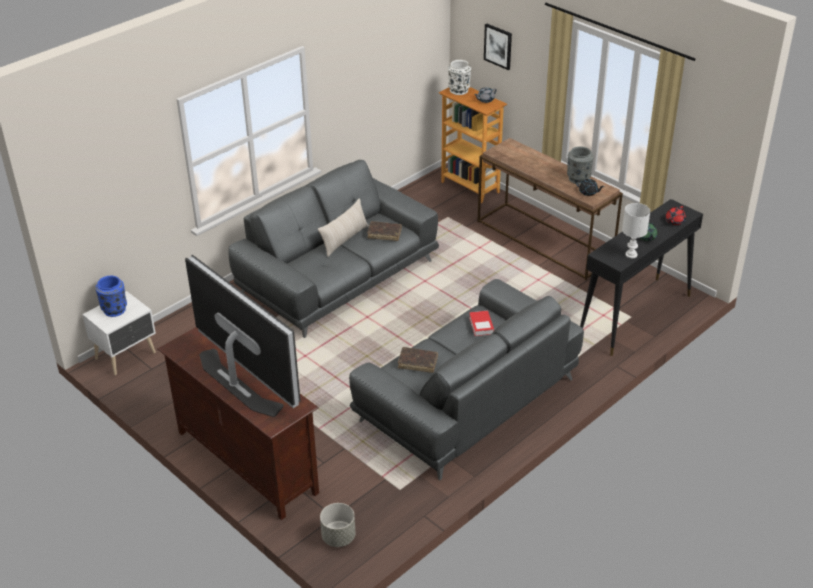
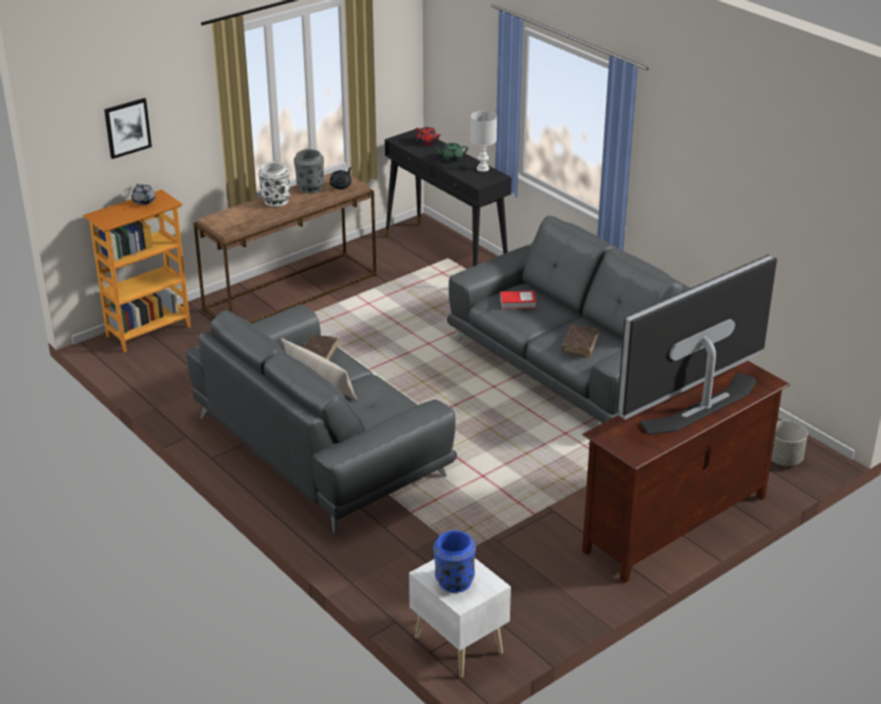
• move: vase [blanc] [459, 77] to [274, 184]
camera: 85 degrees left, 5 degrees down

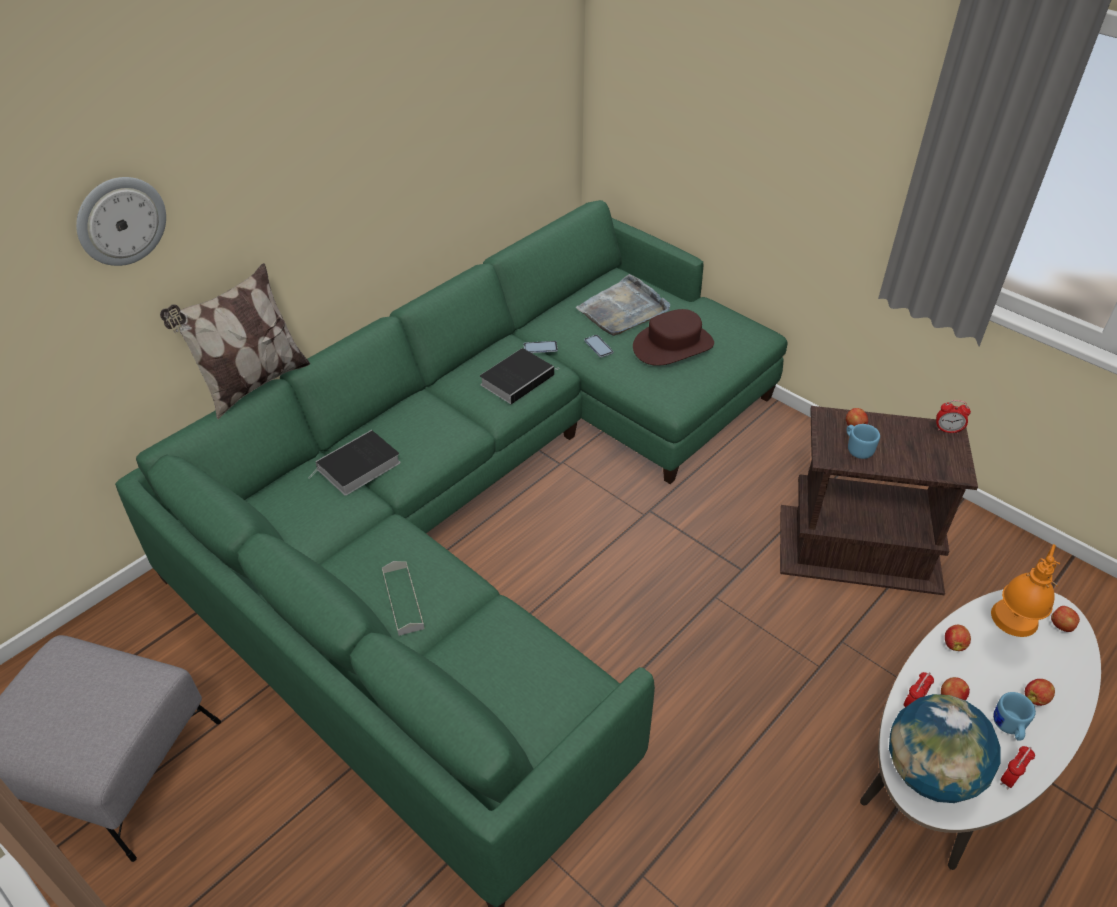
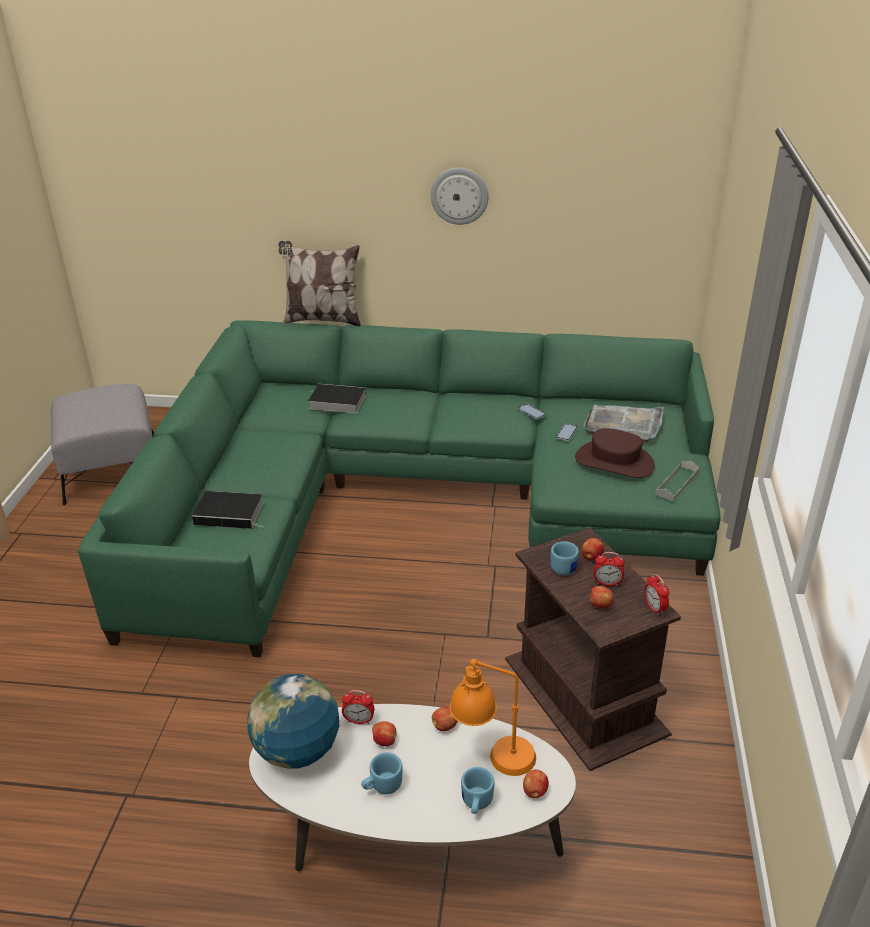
• insert: mug [bleu] [478, 790]
• move: horloge murale [121, 221] to [459, 196]
• move: plateau [gris] [403, 598] to [677, 481]
• move: livre [520, 376] to [228, 510]
• move: réveil [1017, 767] to [609, 569]
• move: pomme [1040, 692] to [601, 597]
camera: 55 degrees right, 10 degrees down

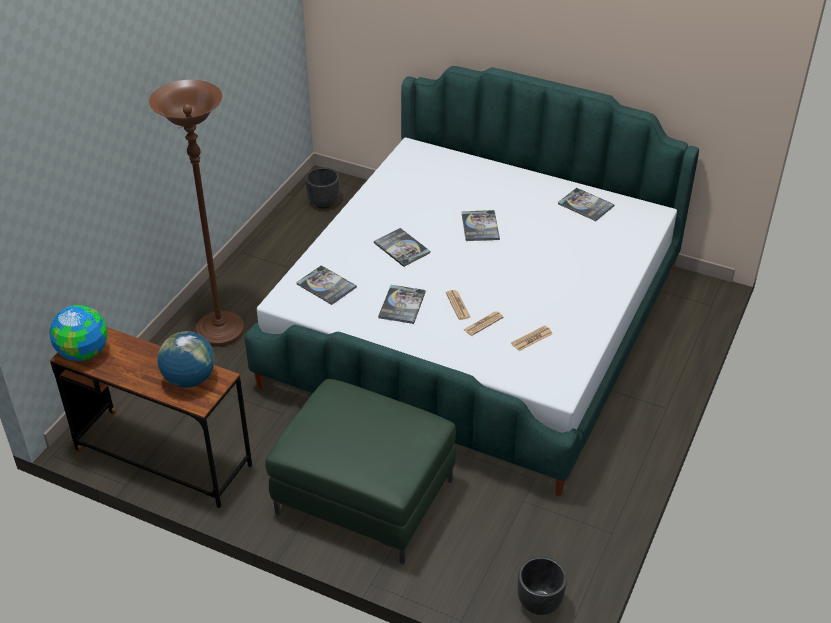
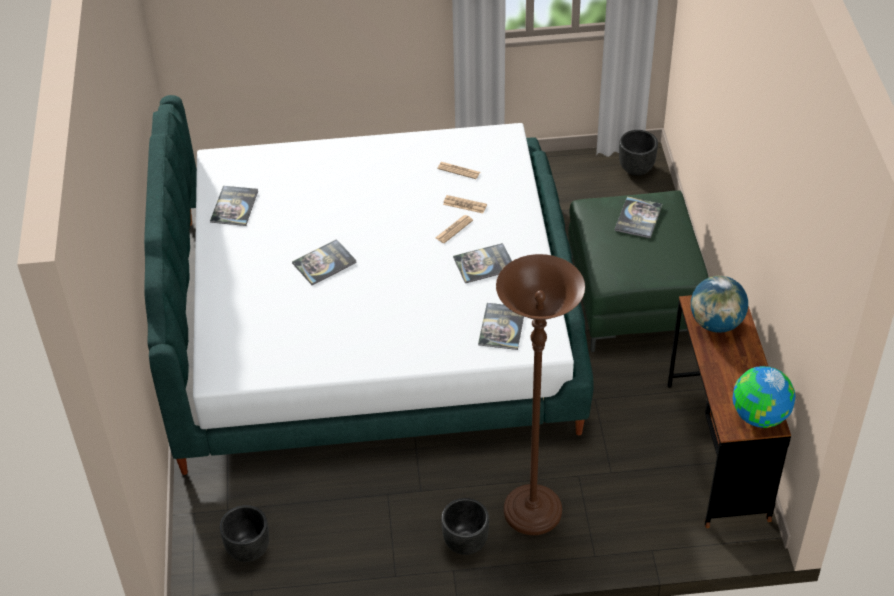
• insert: cache-pot [noir] [465, 526]
• move: livre [402, 247] to [639, 217]
camera: 120 degrees left, 5 degrees up

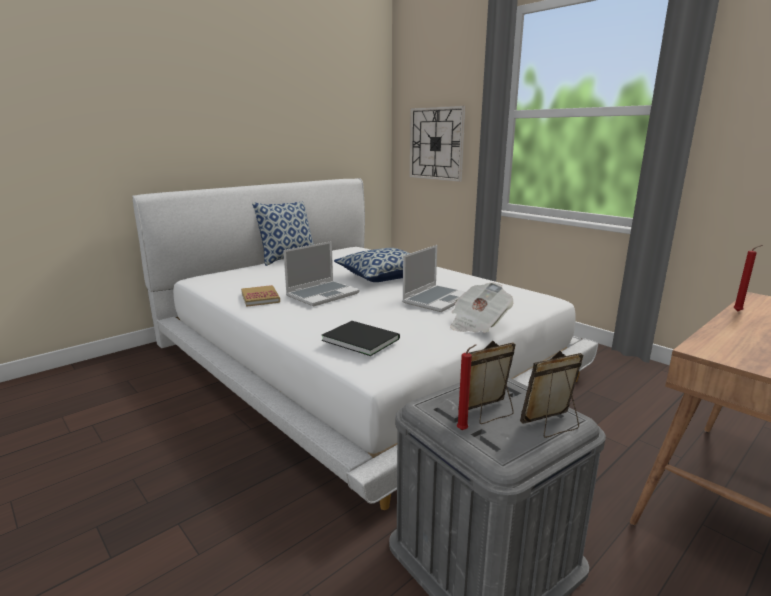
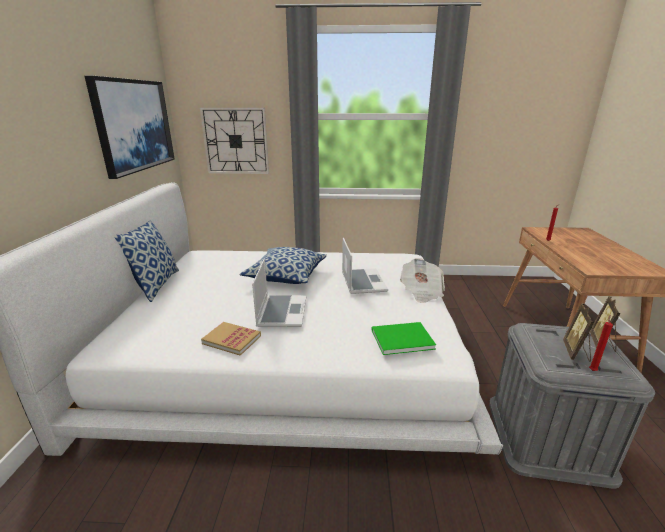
• insert: tableau [129, 127]
• recolor: livre [noir] [361, 338] to livre [vert] [404, 338]
camera: 45 degrees left, 5 degrees up

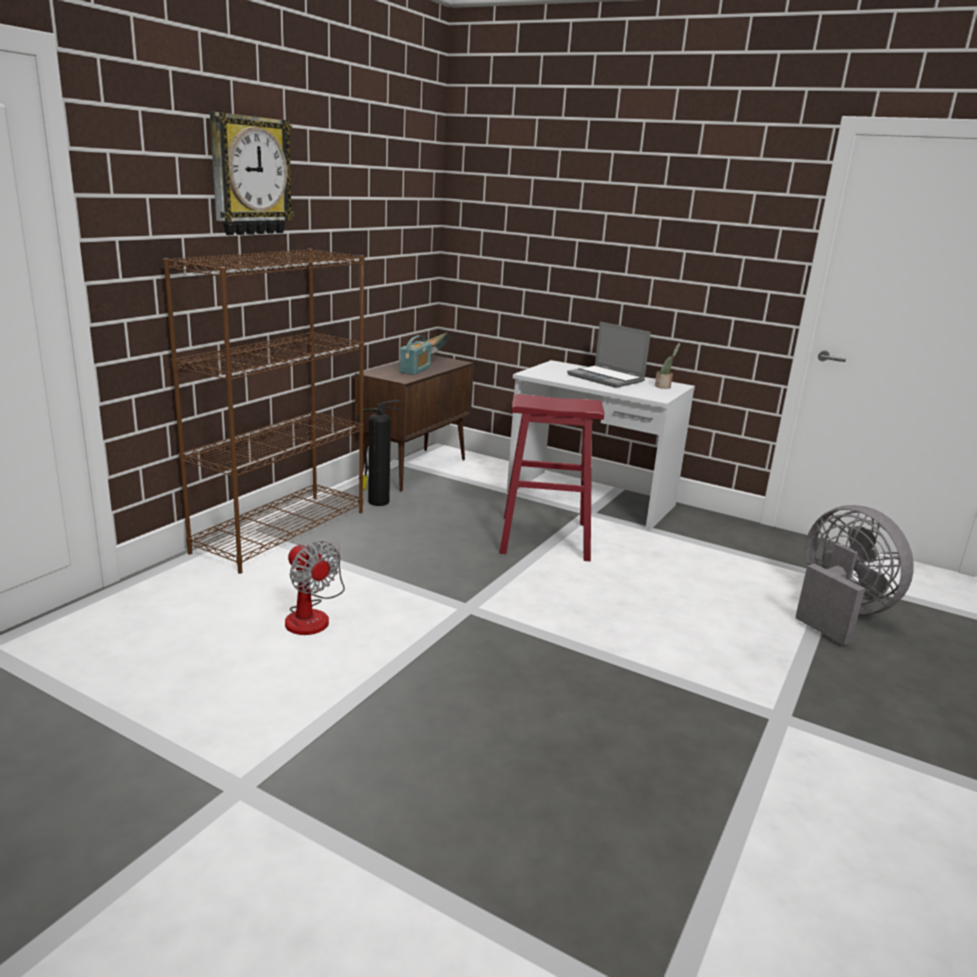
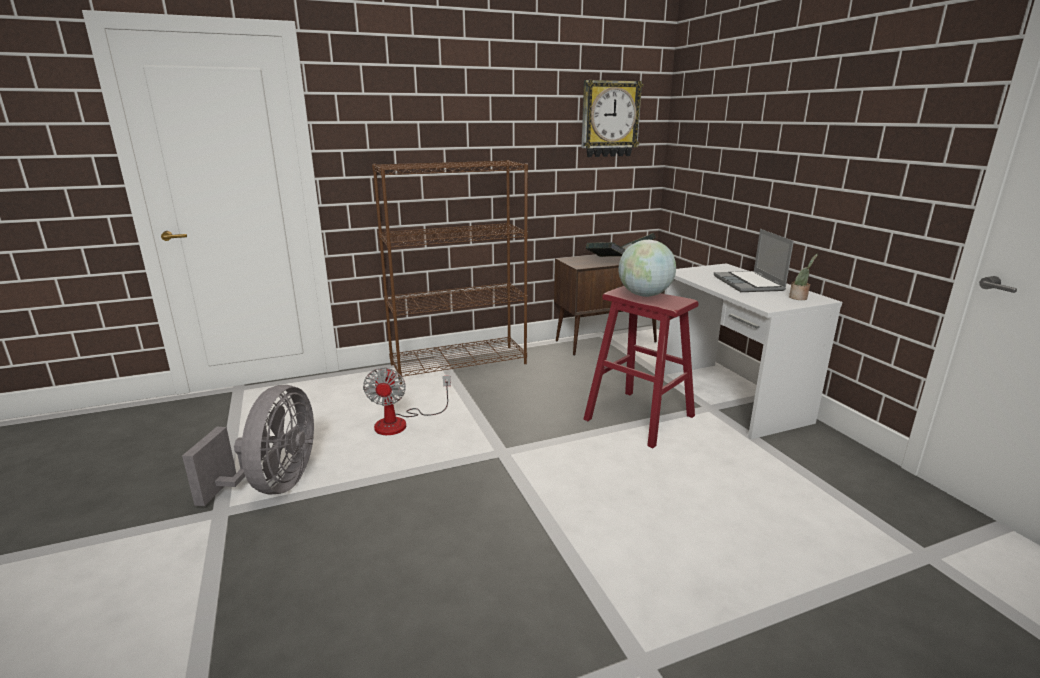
• delete: extincteur [378, 453]
• insert: globe [647, 268]
• move: horloge murale [252, 173] to [612, 118]
• move: ventilateur [gris] [854, 575] to [248, 445]
• replace: radio [415, 355] to livre [606, 249]
camera: 40 degrees right, 0 degrees up

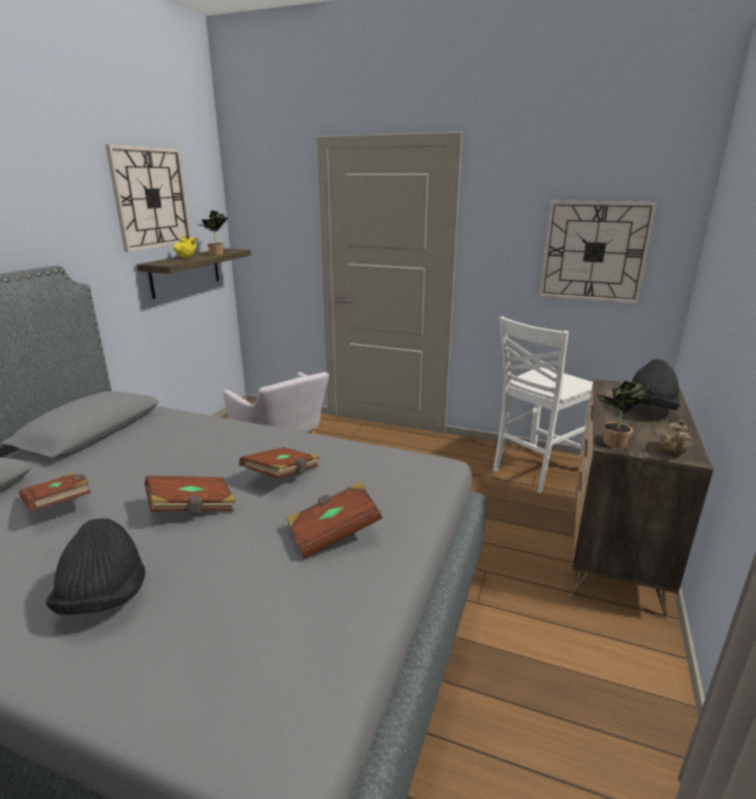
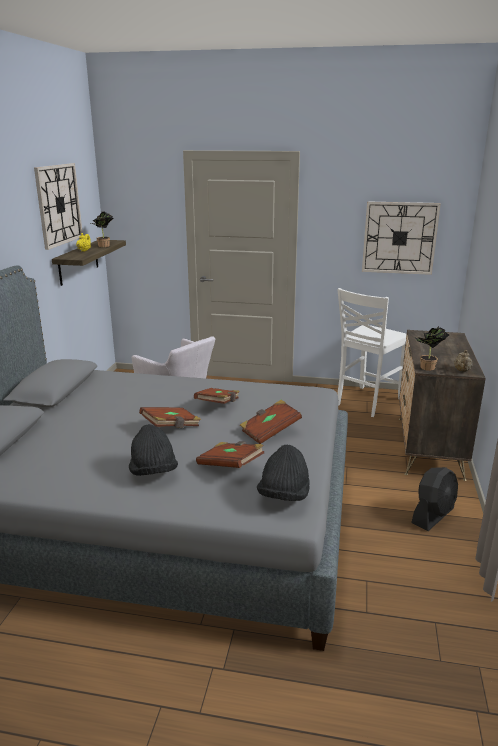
• insert: ventilateur [noir] [434, 499]
• move: livre [marron] [55, 491] to [230, 454]
• move: chapeau [noir] [656, 384] to [283, 473]
camera: 10 degrees left, 0 degrees up

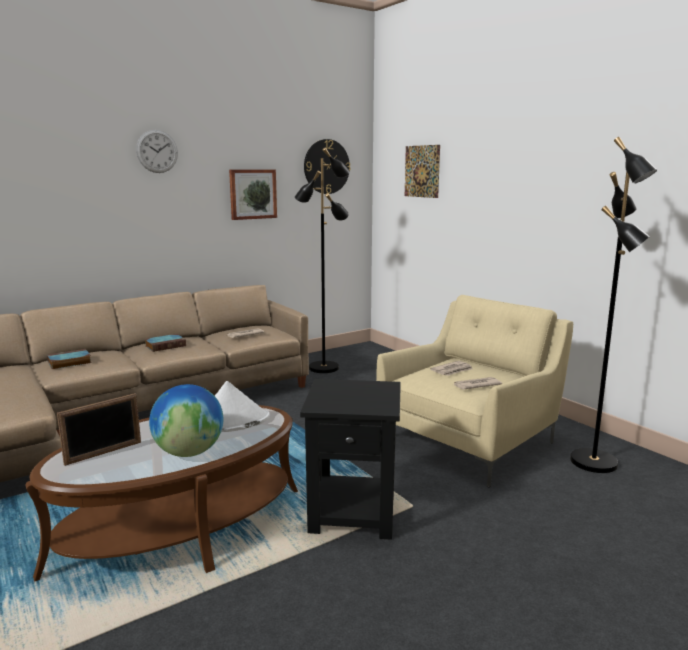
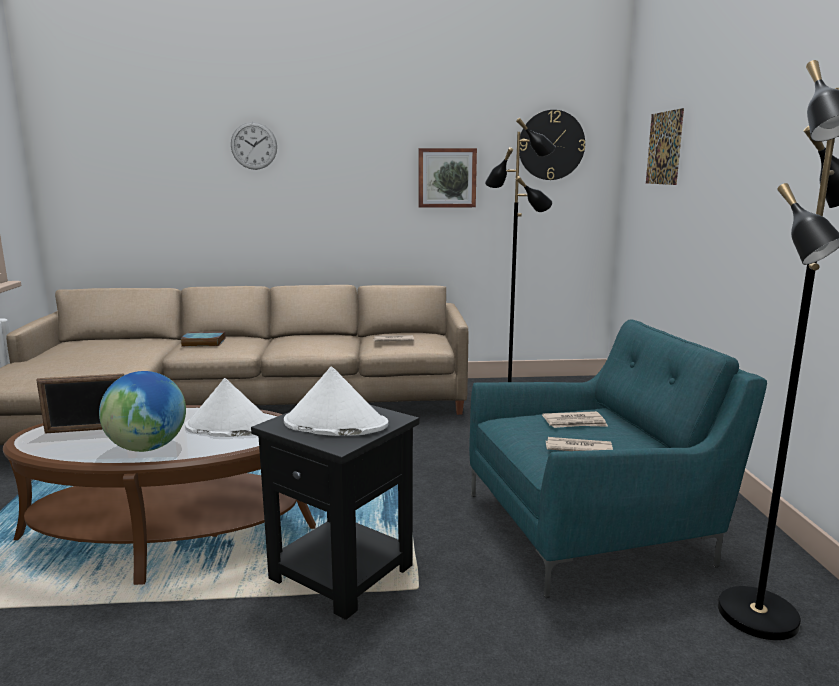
• delete: livre [165, 343]
• insert: chapeau [blanc] [336, 401]
• move: horloge murale [157, 151] to [254, 146]
• recolor: fauteuil [beige] [474, 391] to fauteuil [turquoise] [618, 458]
camera: 30 degrees right, 0 degrees up

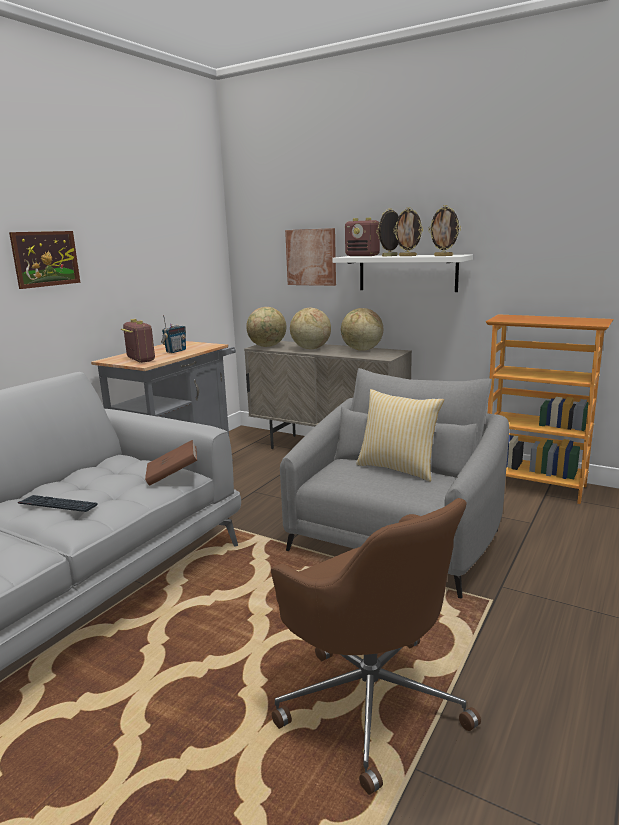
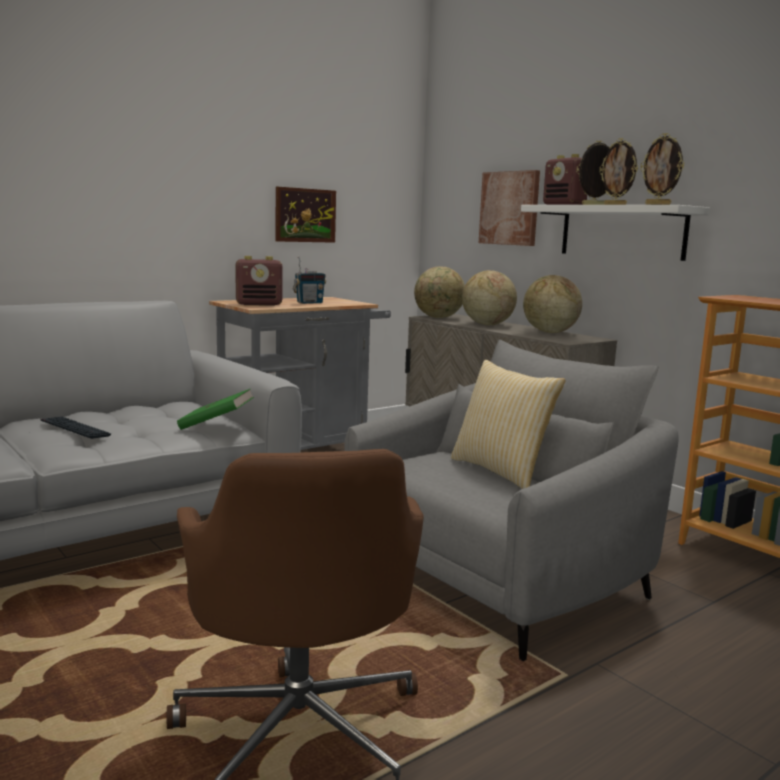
• move: tableau [44, 260] to [306, 215]
• recolor: livre [marron] [171, 463] to livre [vert] [215, 409]
• rotate: radio [138, 341] = [259, 281] 90 degrees clockwise
camera: 20 degrees right, 5 degrees down

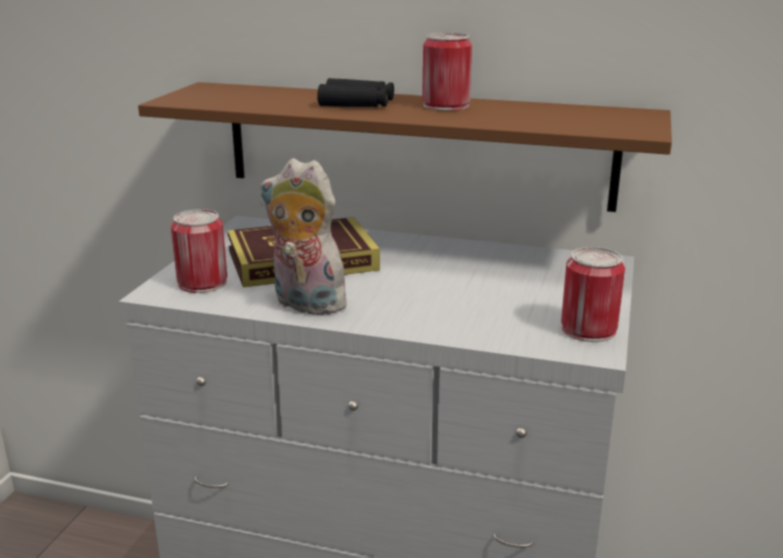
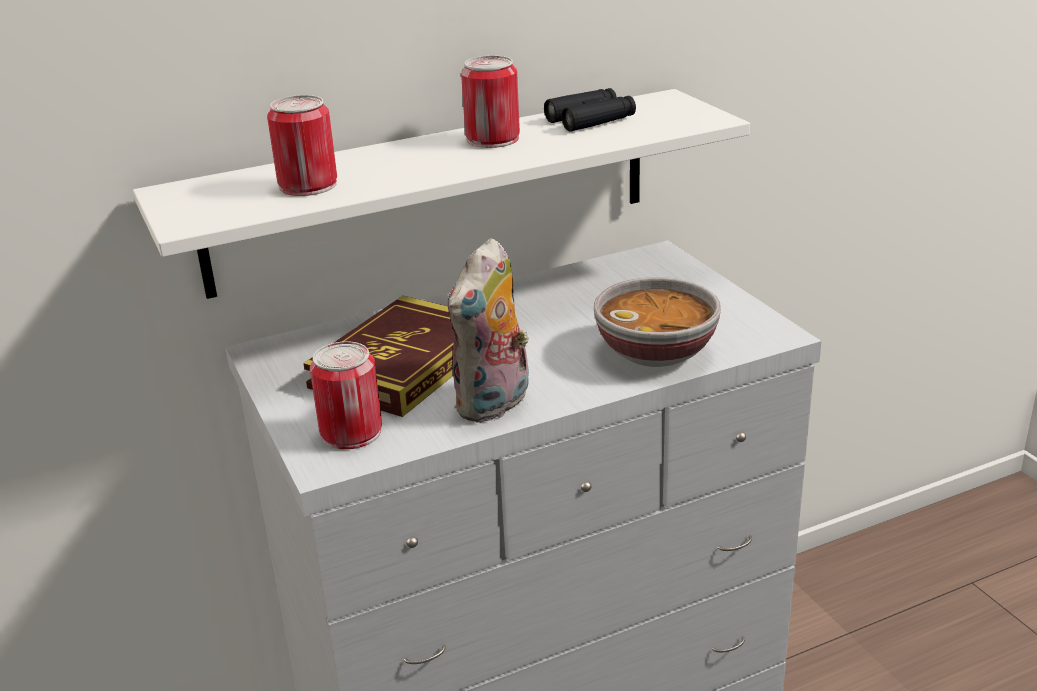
• insert: bol [657, 322]
• move: jumelles [noir] [355, 92] to [590, 110]
• move: boîte métallique [593, 294] to [302, 145]
• recolor: étagère [marron] [405, 147] to étagère [blanc] [441, 194]
• rotate: peluche [306, 237] = [488, 330] 45 degrees counterclockwise
camera: 40 degrees left, 5 degrees up

